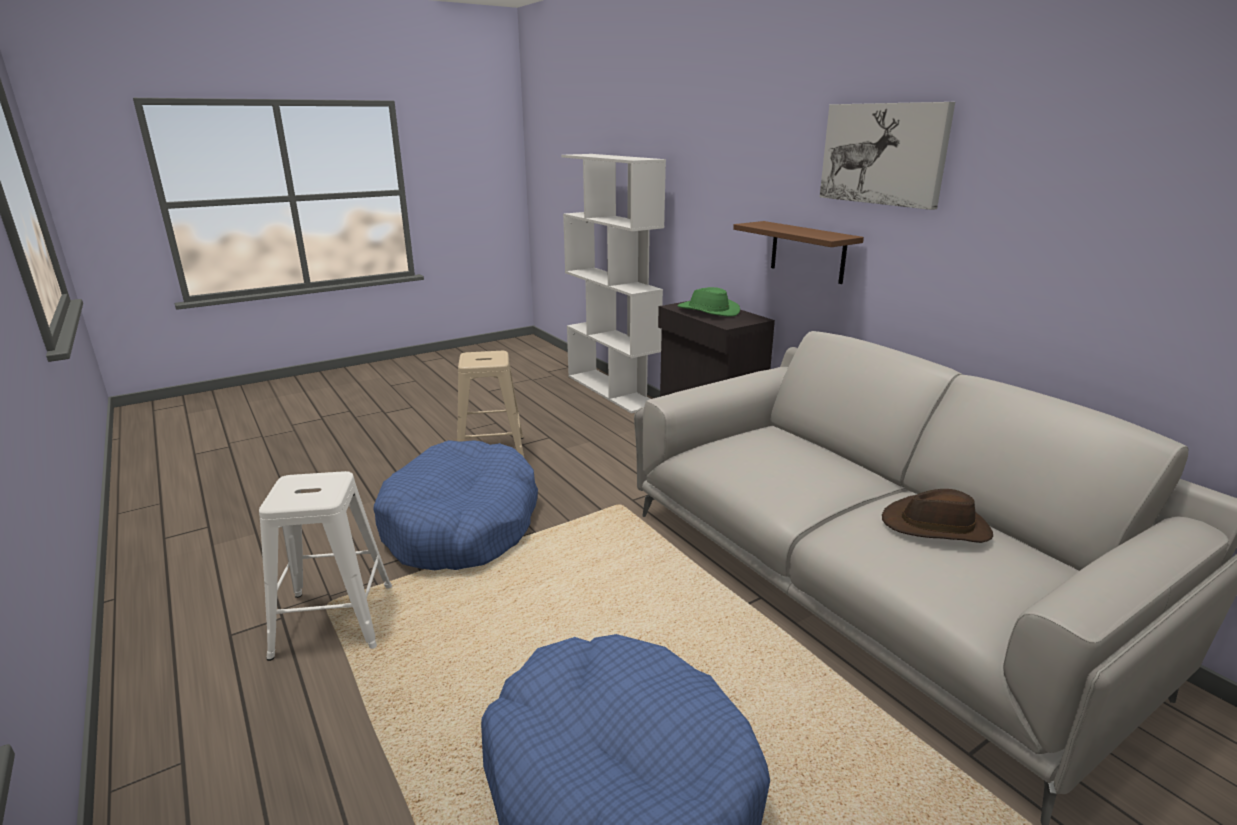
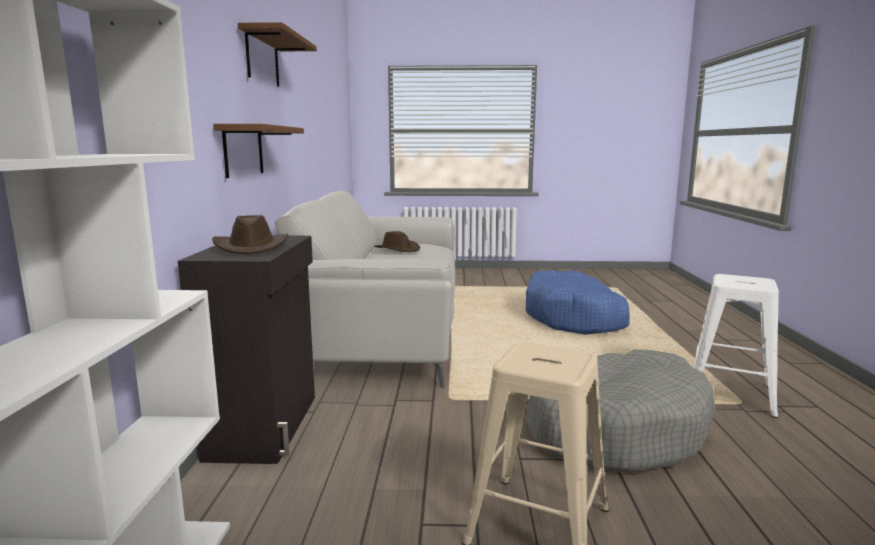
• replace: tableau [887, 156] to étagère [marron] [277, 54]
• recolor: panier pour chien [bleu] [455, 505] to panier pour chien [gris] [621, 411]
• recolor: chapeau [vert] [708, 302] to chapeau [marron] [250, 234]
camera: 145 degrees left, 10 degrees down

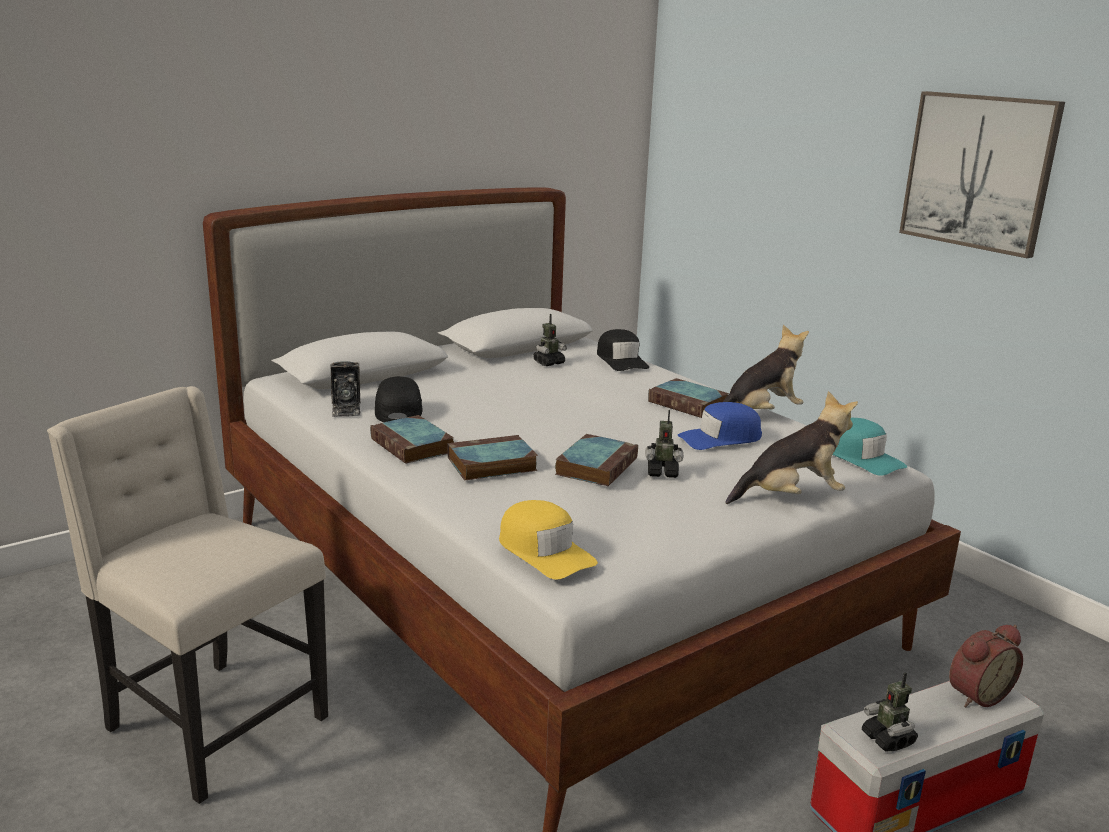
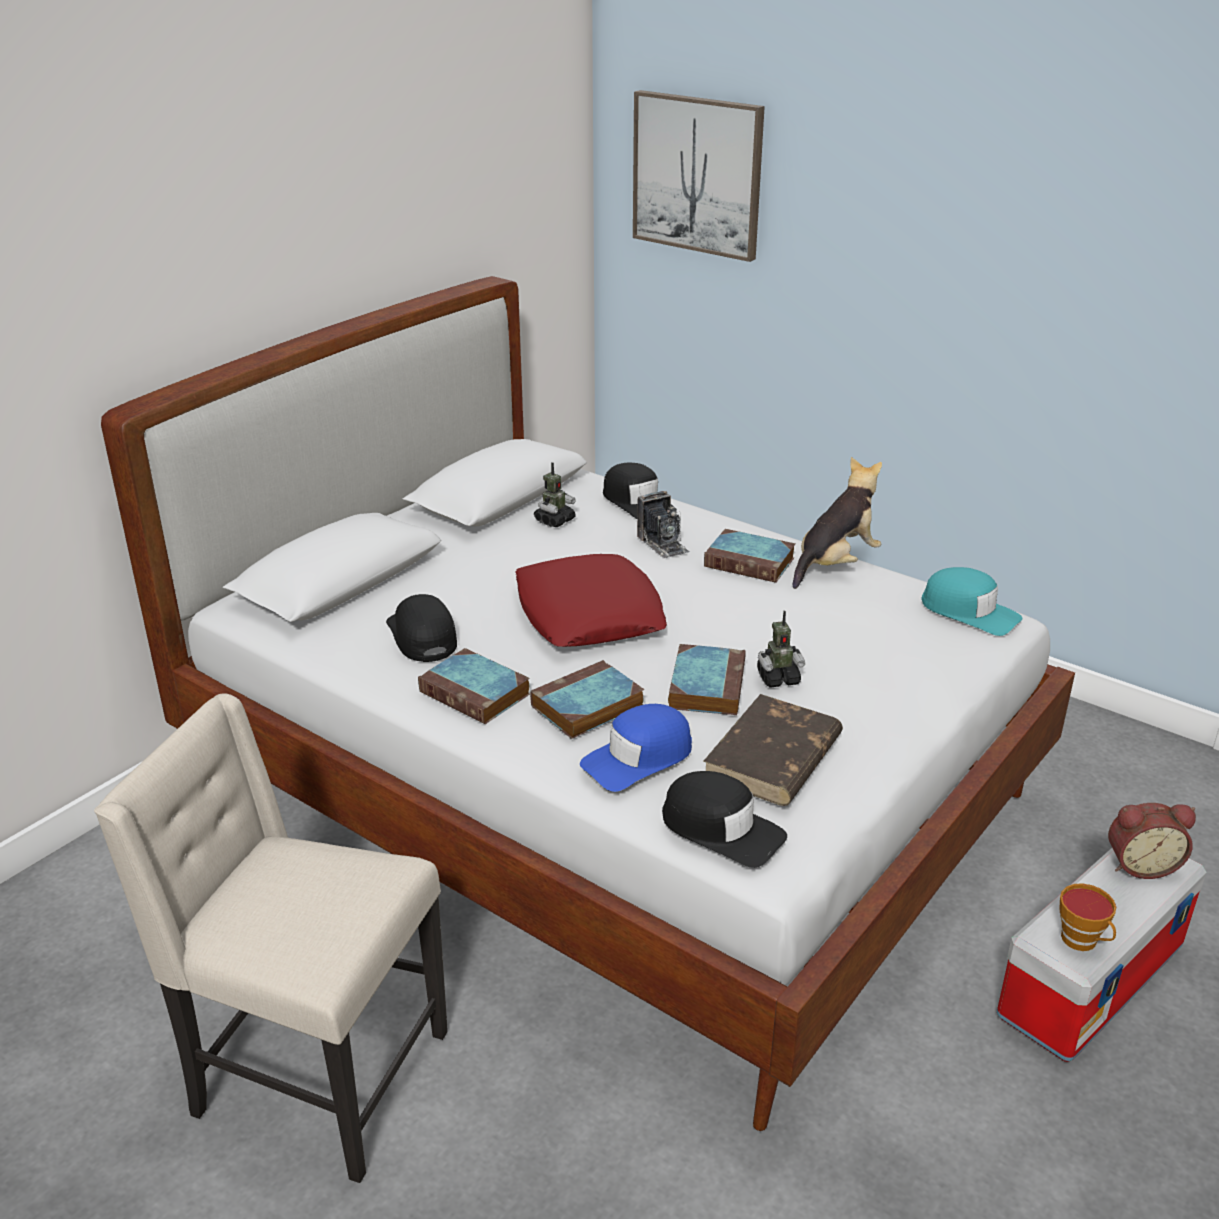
• delete: peluche [792, 447]
• insert: coussin [rouge] [591, 600]
• insert: livre [marron] [773, 750]
• move: appareil photo [345, 389] to [663, 525]
• move: casquette [bleu] [720, 426] to [636, 748]
• move: tableau [982, 174] to [699, 176]
• replace: robot jouet [890, 712] to tasse [1088, 917]
• recolor: casquette [jaune] [548, 540] to casquette [noir] [724, 819]
• rotate: réveil [986, 666] = [1152, 841] 45 degrees clockwise
camera: 15 degrees left, 10 degrees up

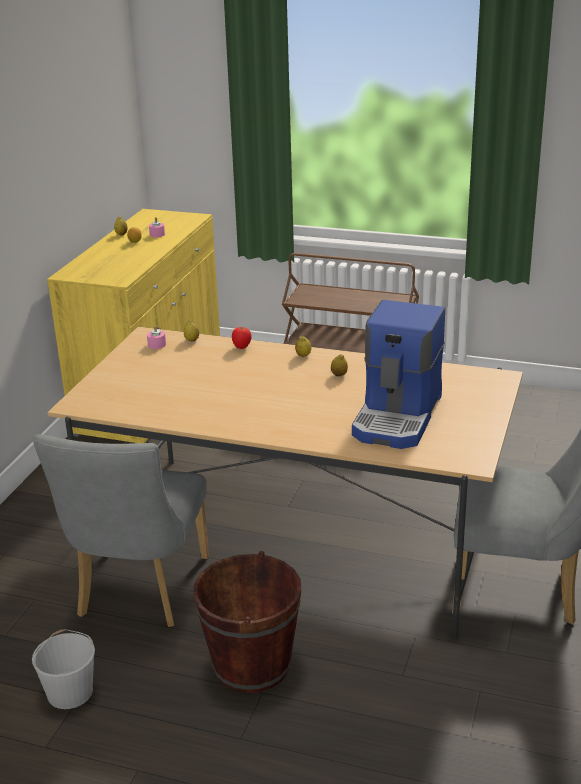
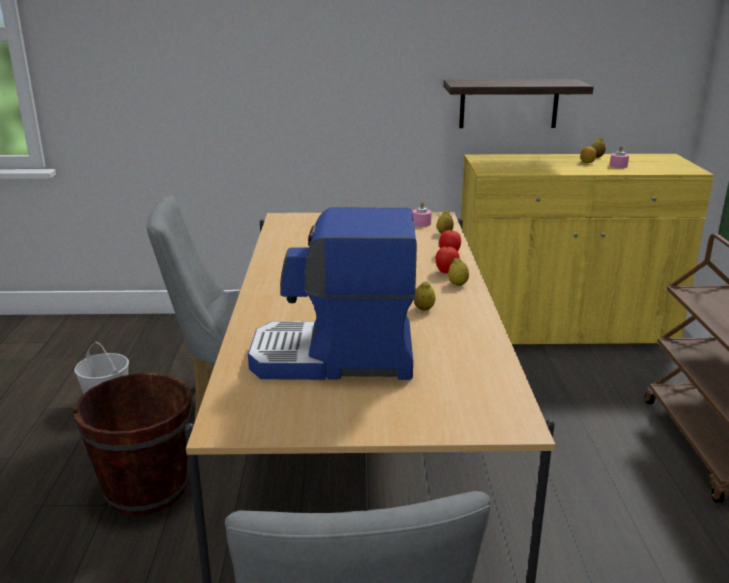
• insert: tomate [448, 259]
• insert: étagère [518, 103]
camera: 70 degrees right, 5 degrees down

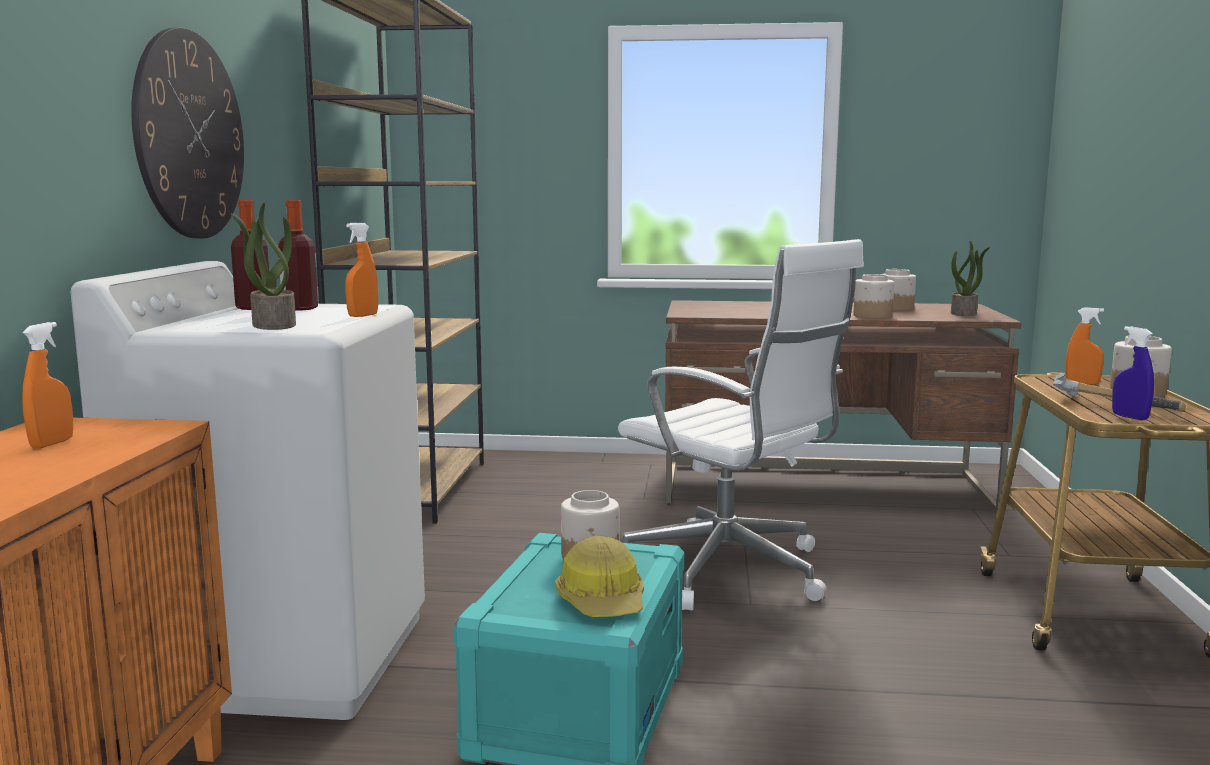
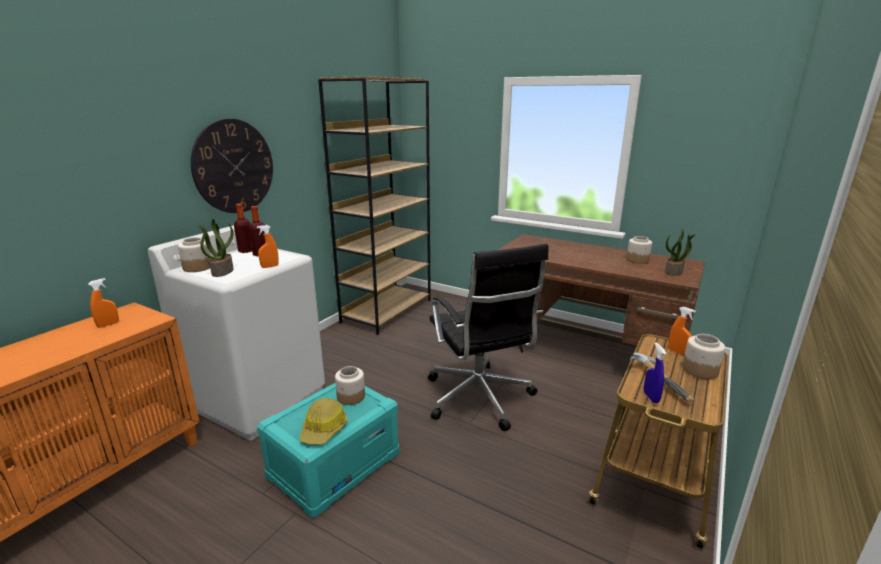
• move: bocal [873, 296] to [194, 254]
• recolor: chaise de bureau [blanc] [741, 424] to chaise de bureau [noir] [488, 337]
camera: 25 degrees right, 10 degrees up

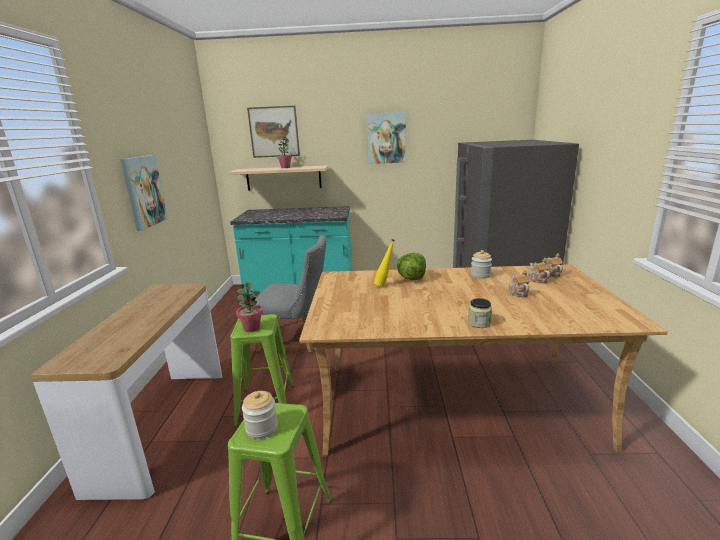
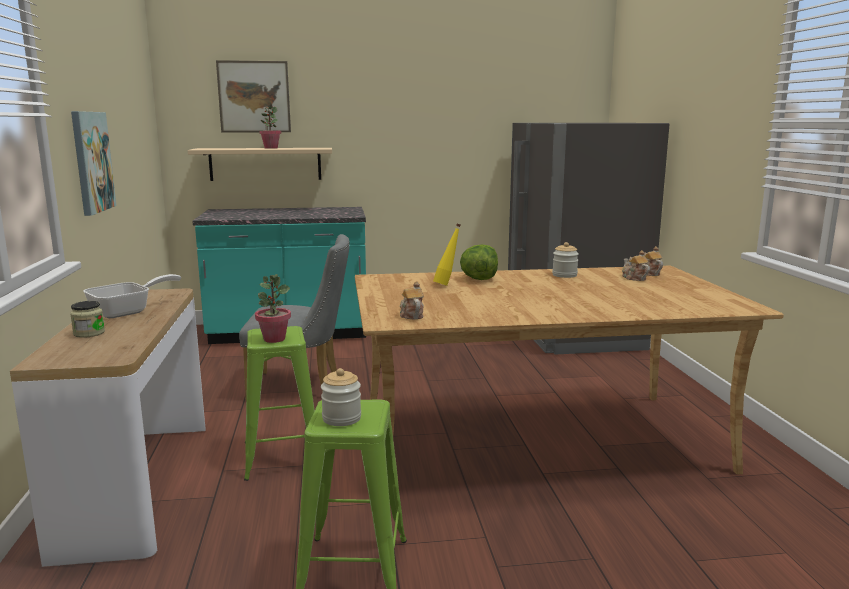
• delete: tableau [386, 138]
• insert: poêle [132, 296]
• move: bocal [480, 313] to [87, 319]
• move: théière [519, 284] to [412, 300]
camera: 10 degrees left, 5 degrees down

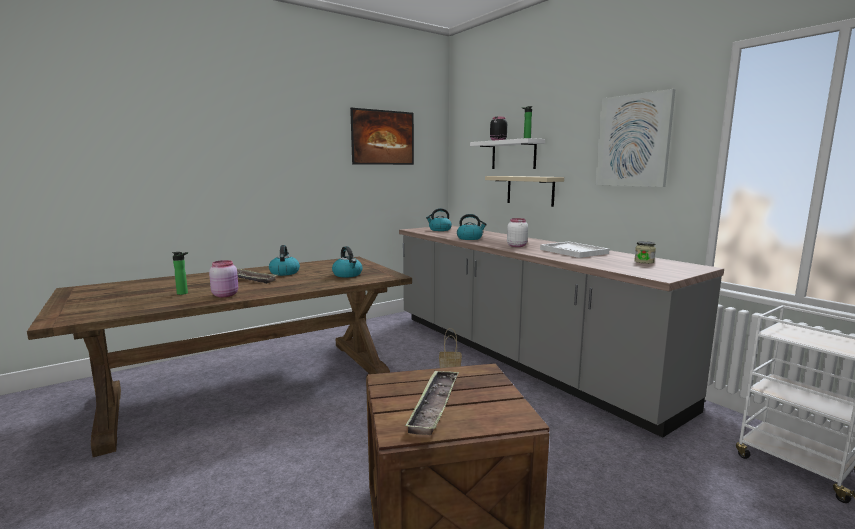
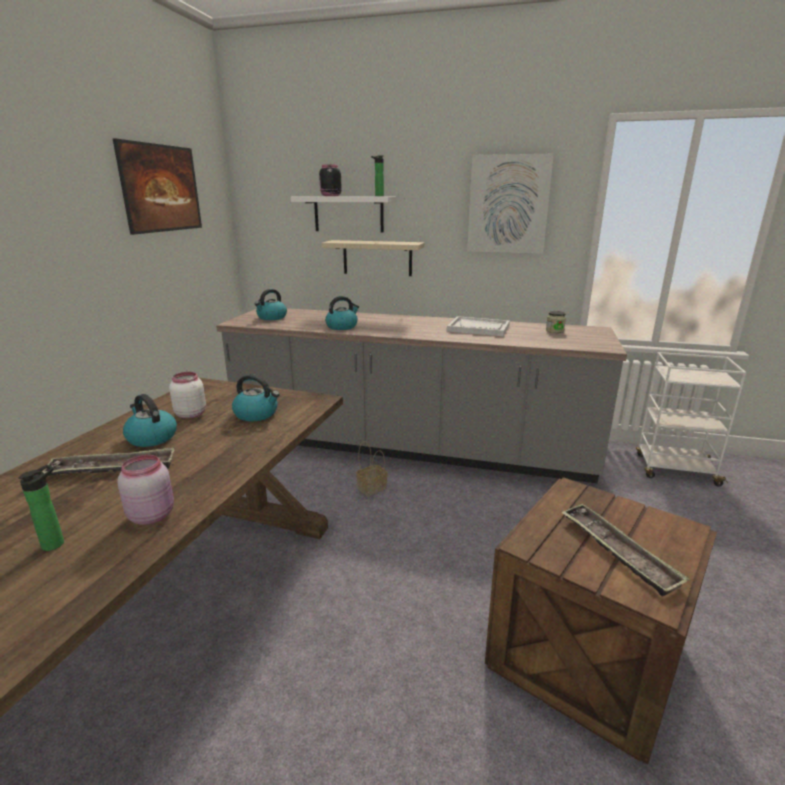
• move: bocal [blanc] [517, 232] to [187, 395]
camera: 40 degrees left, 10 degrees up

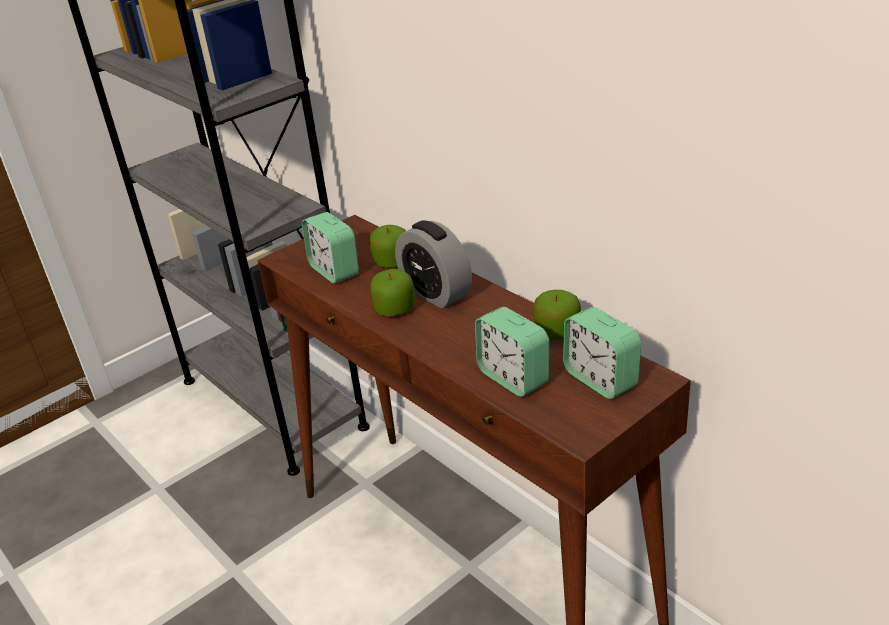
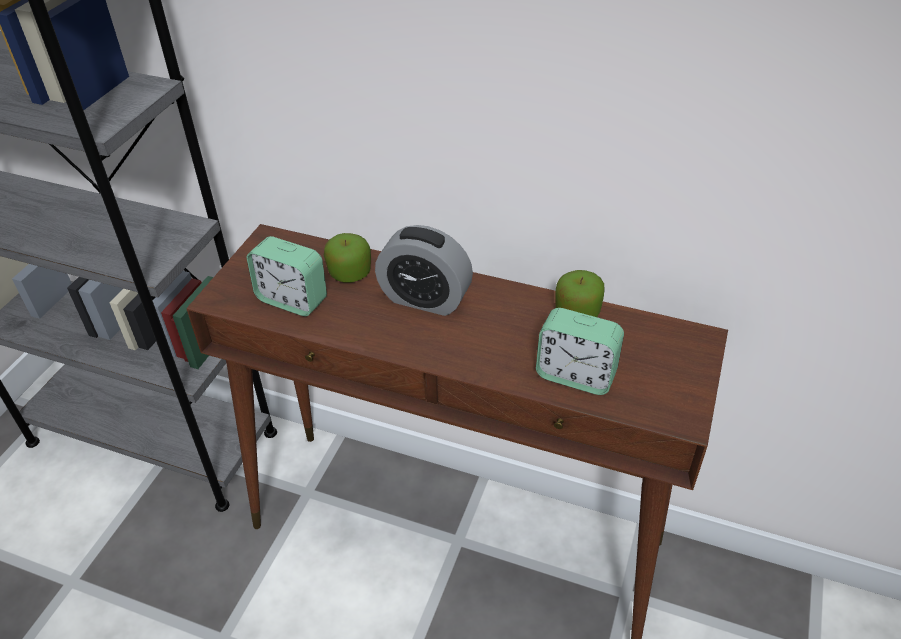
• delete: pomme [393, 292]
• delete: réveil [602, 353]
camera: 30 degrees left, 10 degrees up

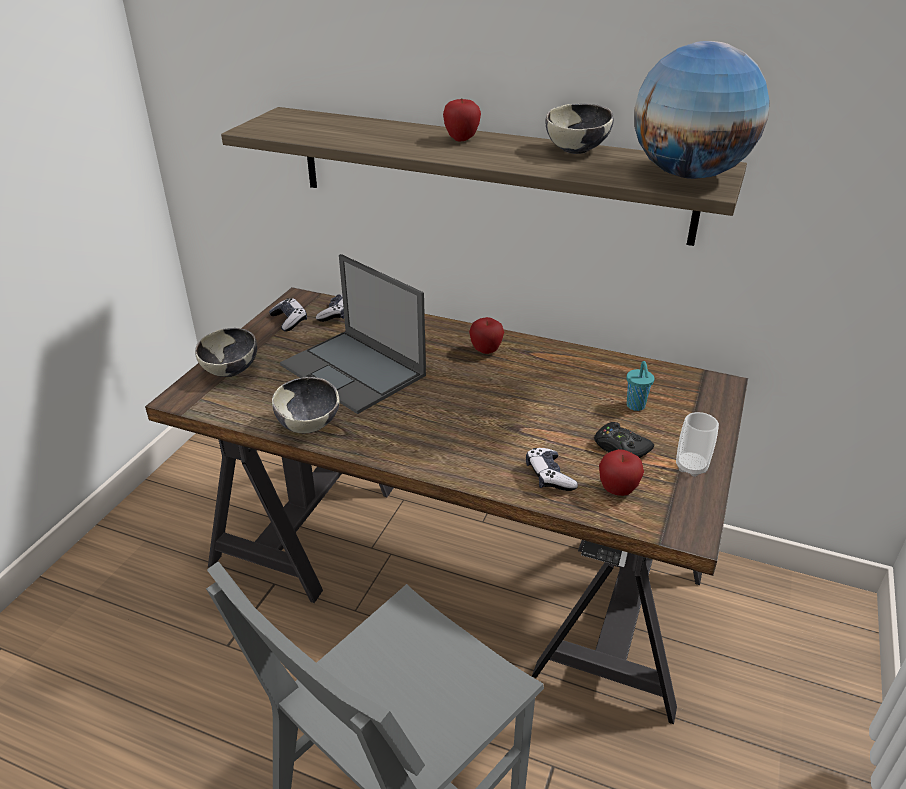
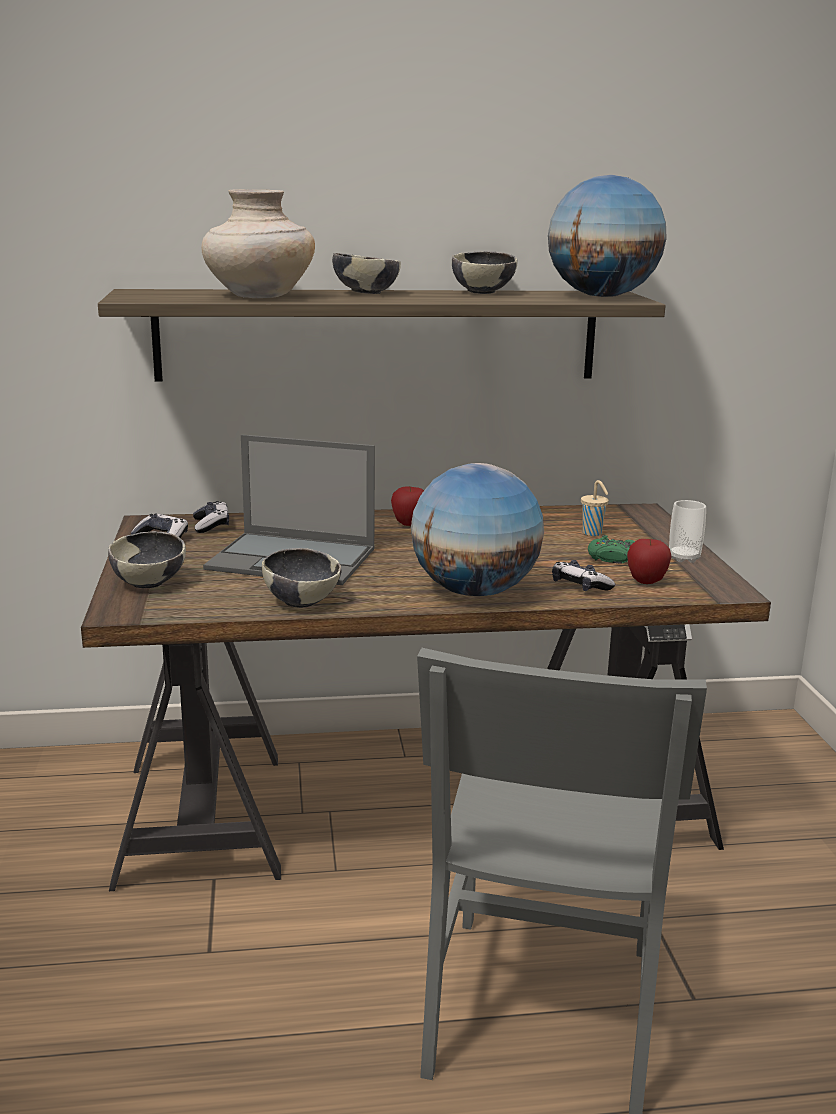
• insert: vase [beige] [258, 243]
• insert: globe [477, 529]
• replace: pomme [462, 119] to bol [366, 273]
• recolor: manette [noir] [624, 440] to manette [vert] [611, 549]
• recolor: tasse [turquoise] [640, 386] to tasse [beige] [595, 508]
camera: 30 degrees left, 15 degrees down

